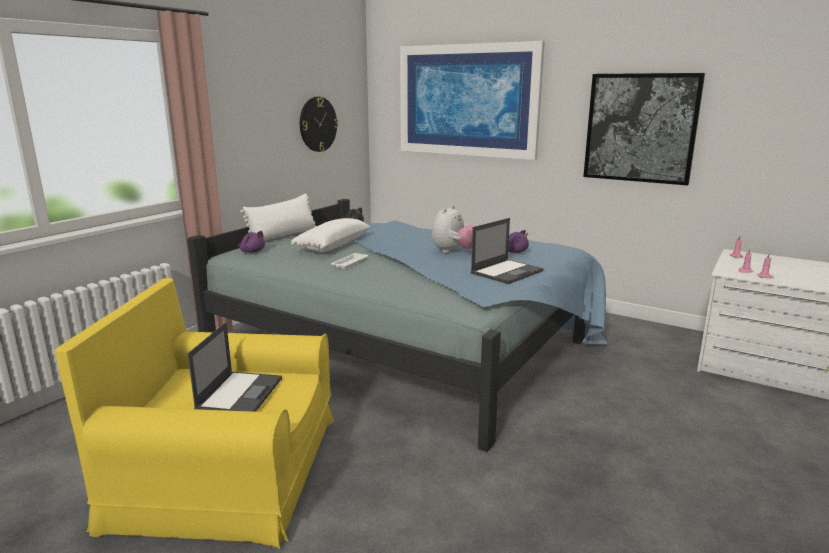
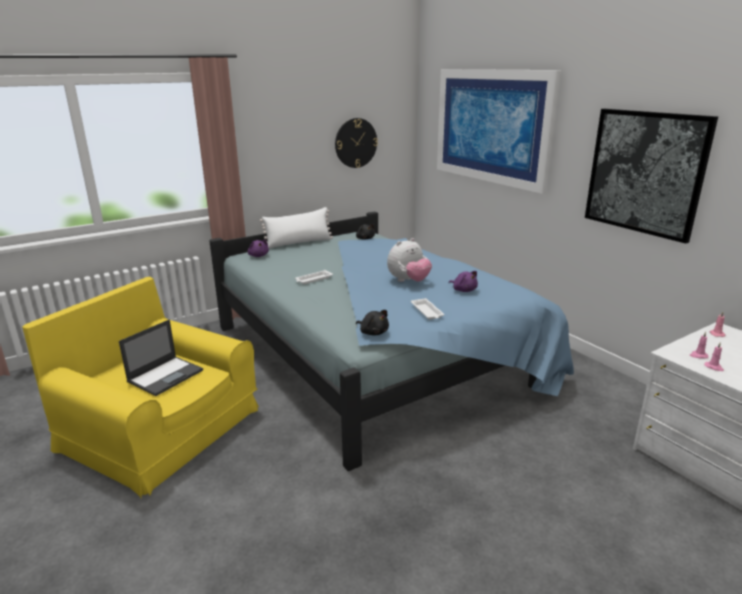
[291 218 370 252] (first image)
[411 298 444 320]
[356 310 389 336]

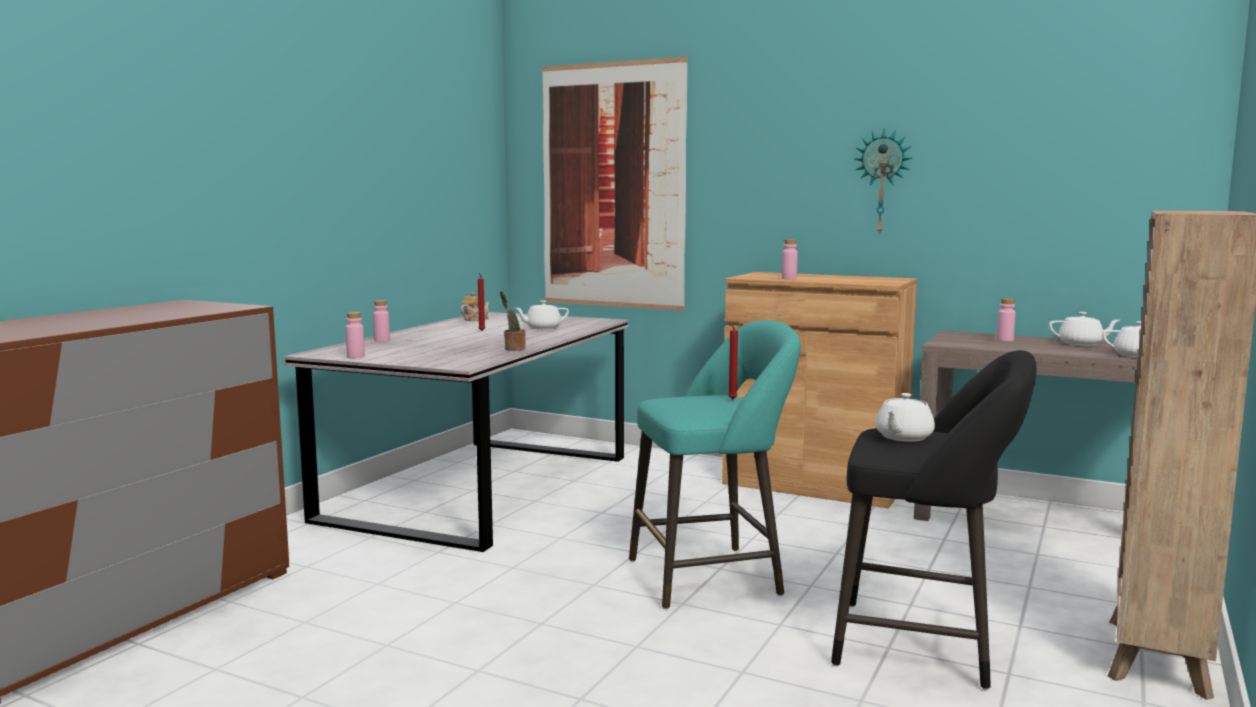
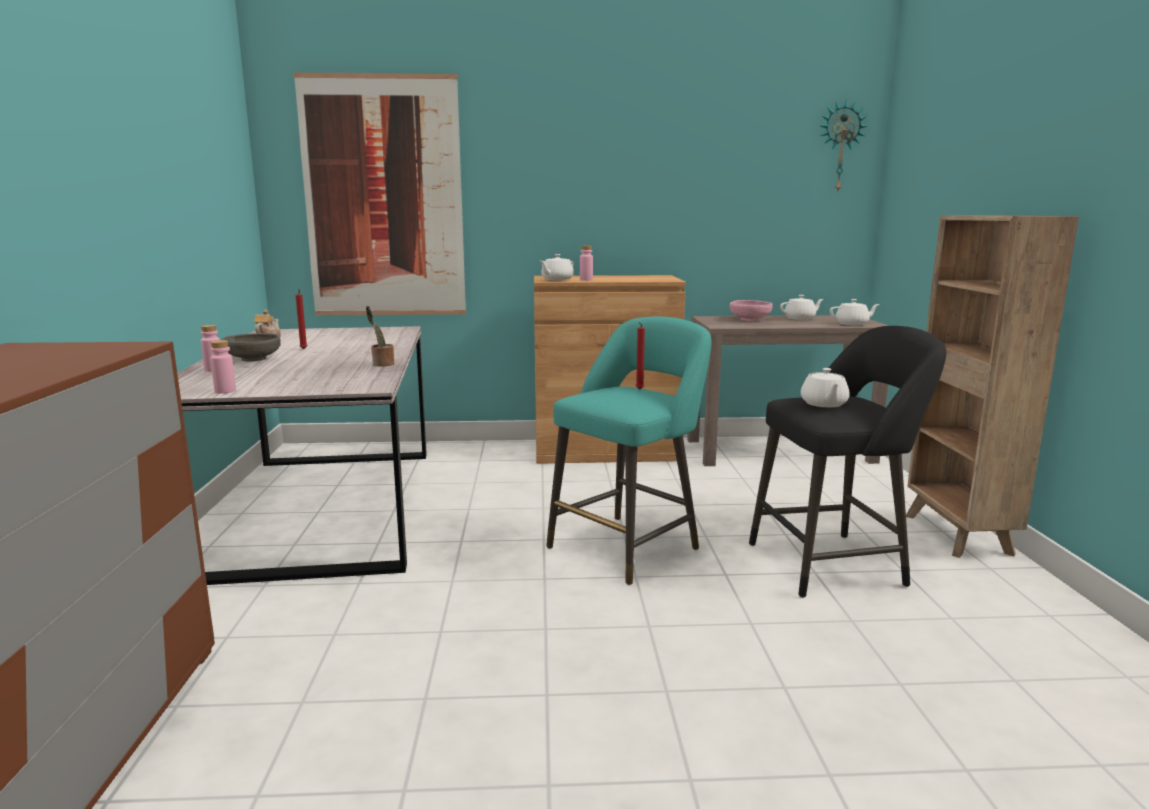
[540 254 574 280]
[820 100 867 191]
[729 300 773 321]
[222 333 281 362]

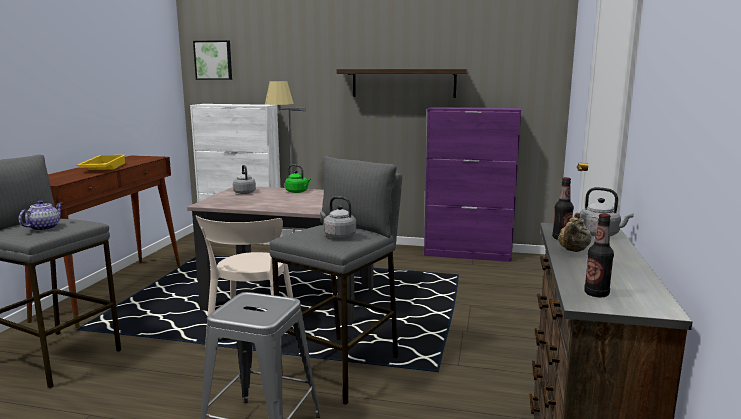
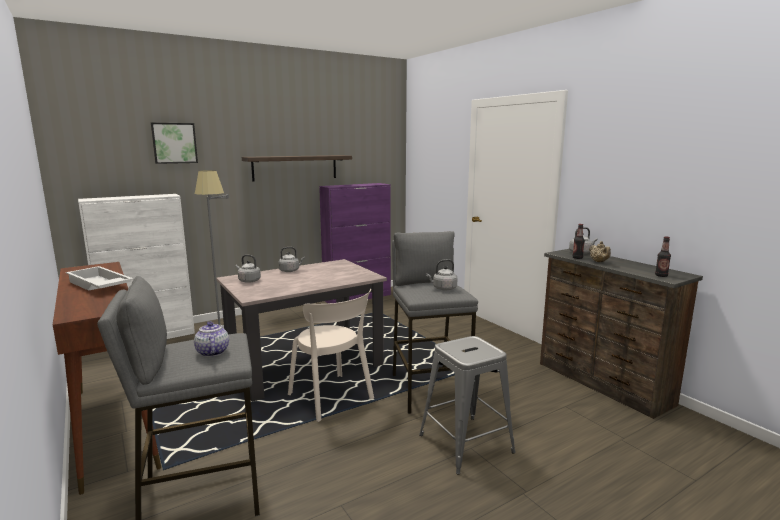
[66 266 133 291]
[151 122 198 164]
[279 247 305 272]

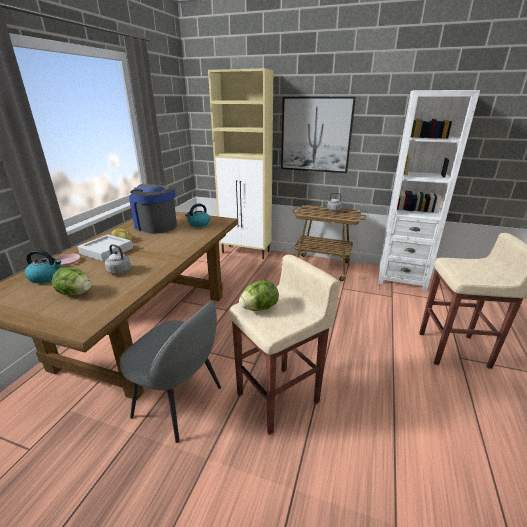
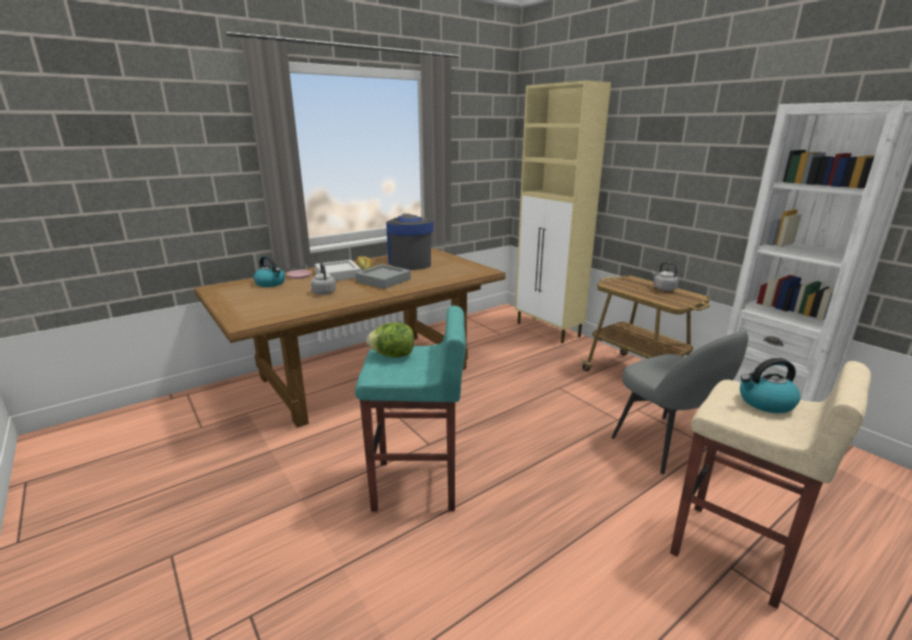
[52 267 91 296] (first image)
[611 331 748 474]
[740 358 800 413]
[355 306 466 512]
[281 97 356 173] (first image)
[355 264 411 289]

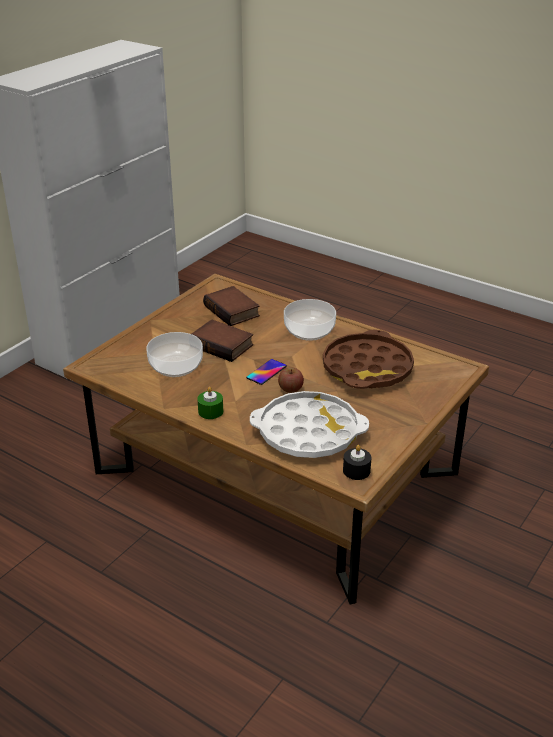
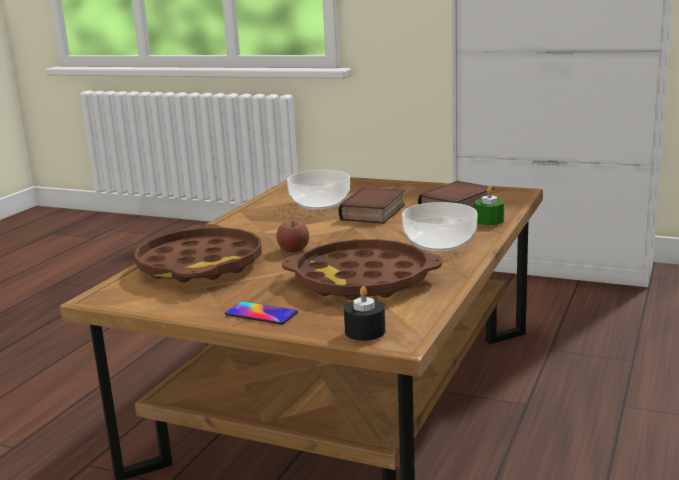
[474 186 504 225]
[225 301 298 324]
[134 224 262 283]
[344 286 385 341]

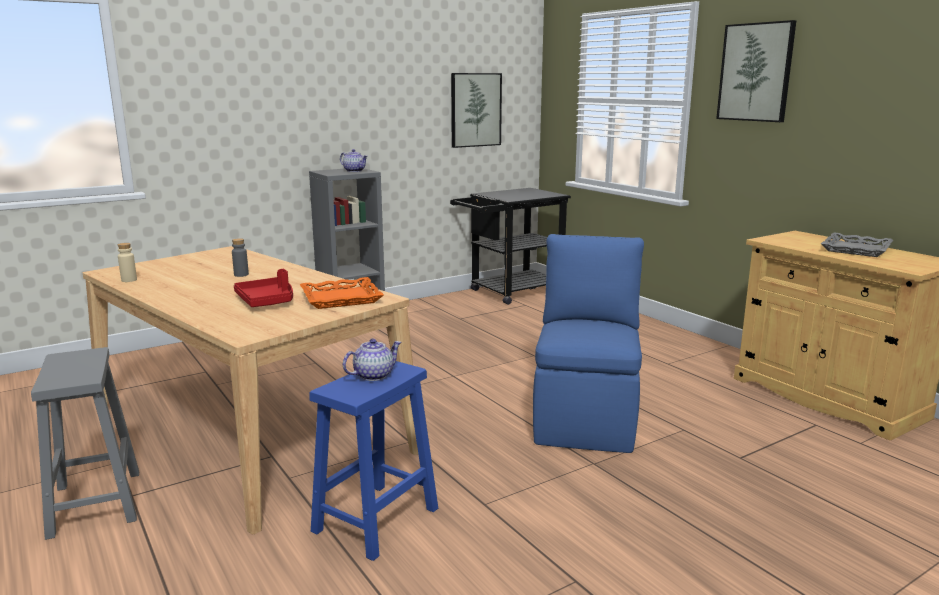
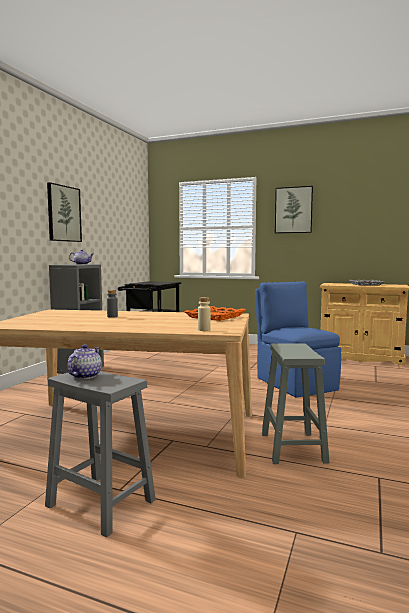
[198 297 211 331]
[234 269 293 307] (first image)
[262 343 330 464]
[67 345 102 379]
[47 182 82 242]

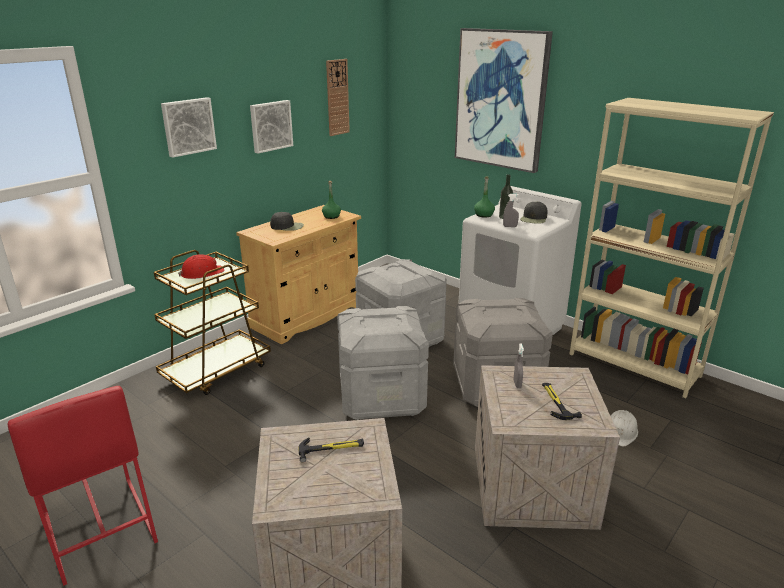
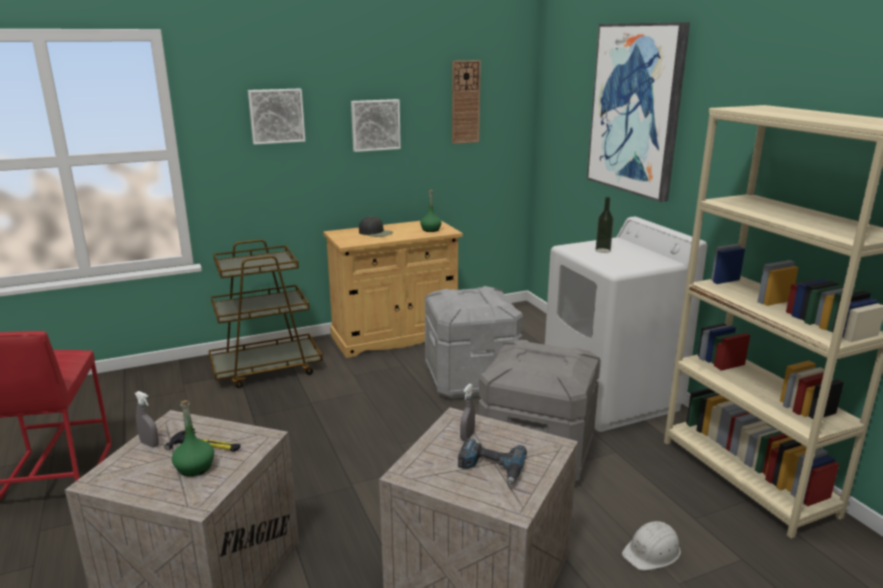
[178 254 225 279] (first image)
[337 306 429 420] (first image)
[172 400 214 477]
[134 391 159 447]
[520 201 548 224] (first image)
[458 438 527 485]

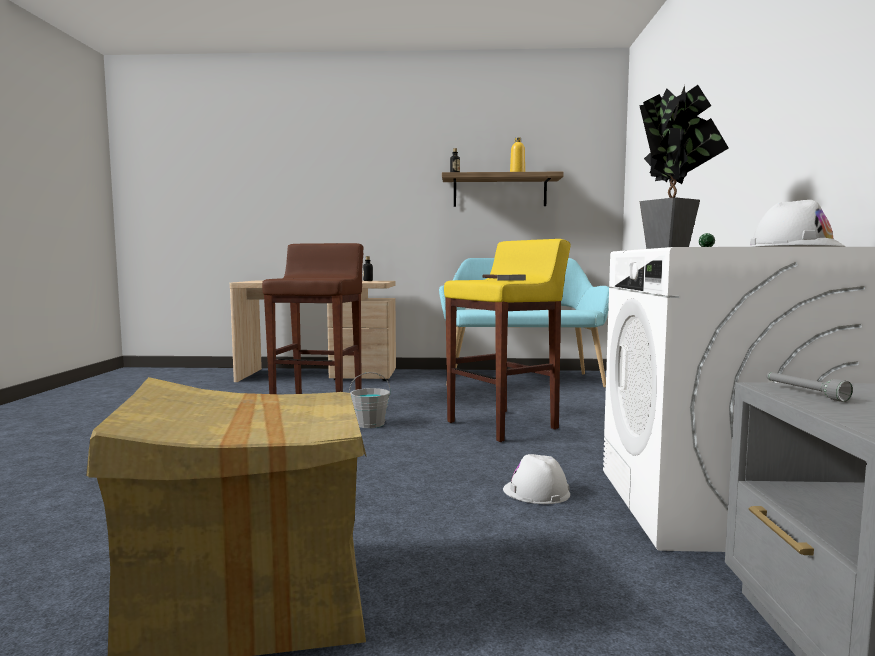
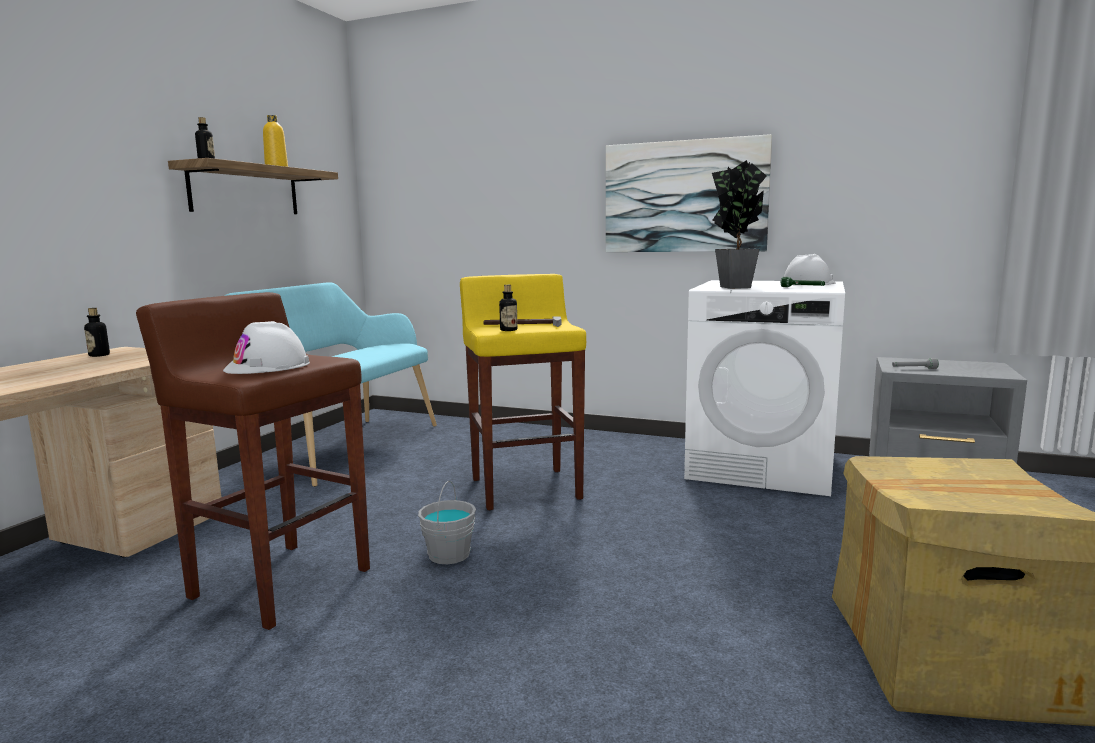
[223 321 310 374]
[499 285 518 331]
[606 134 772 252]

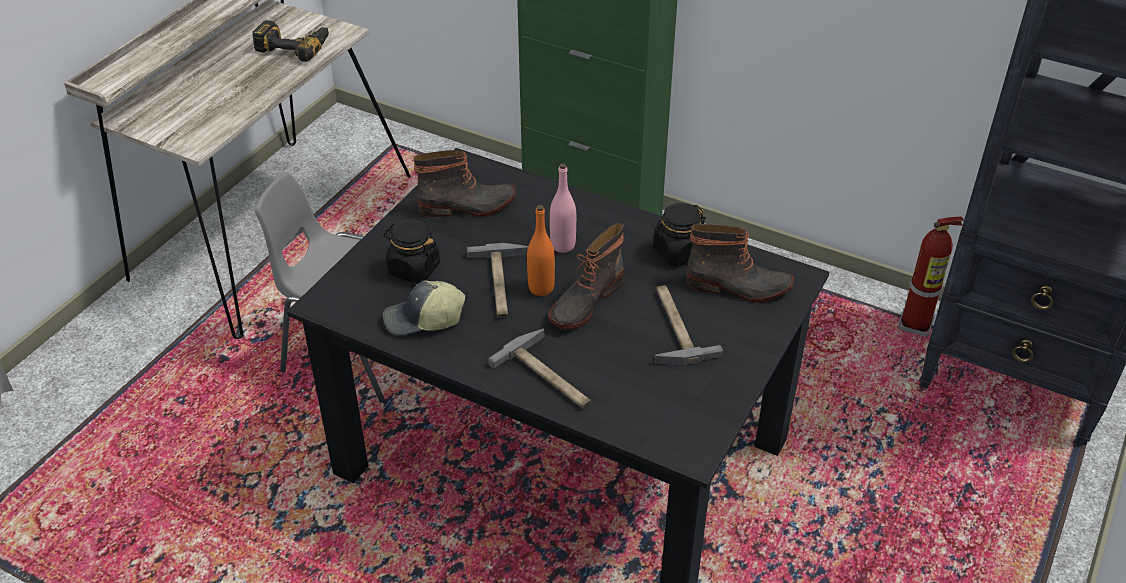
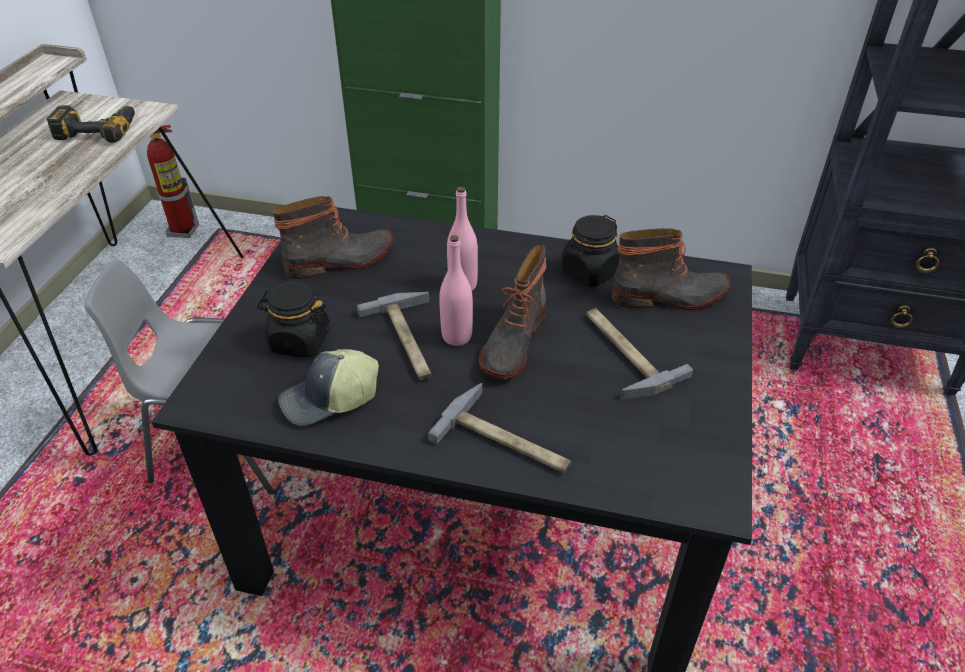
[439 235 473 346]
[147 125 199 238]

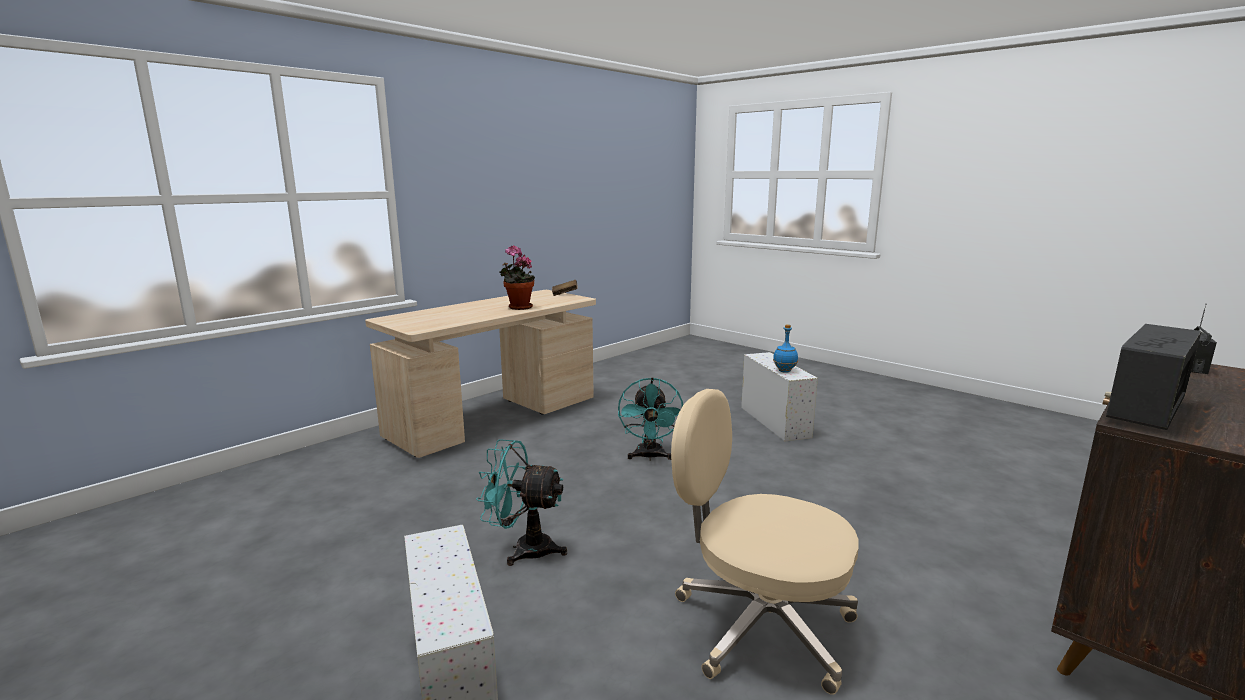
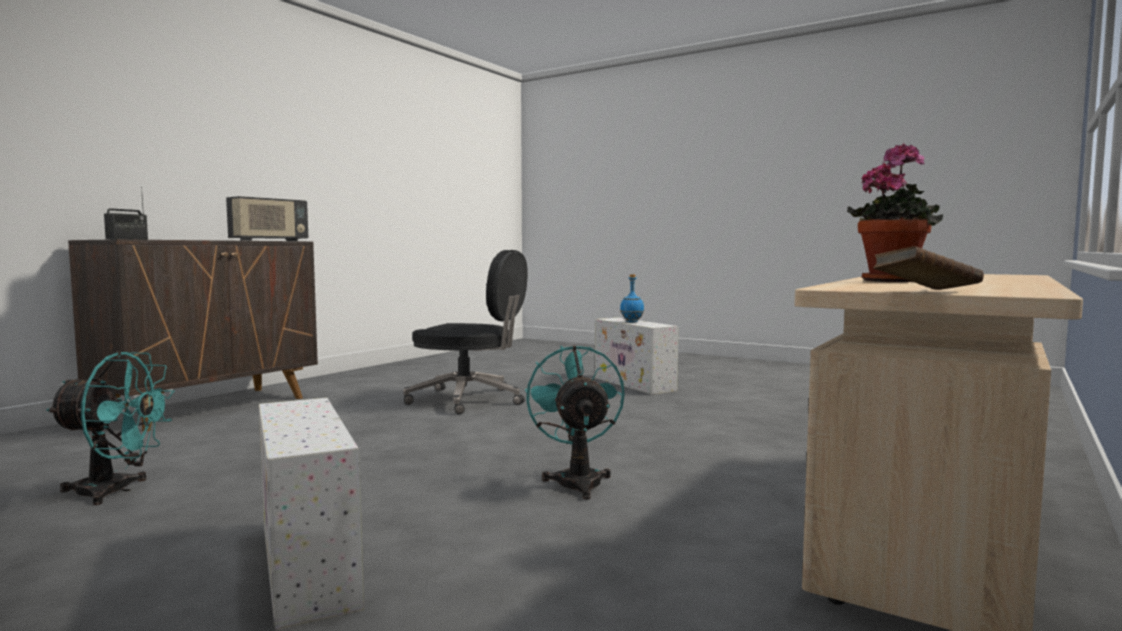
[46 351 175 505]
[403 250 528 414]
[620 274 644 323]

